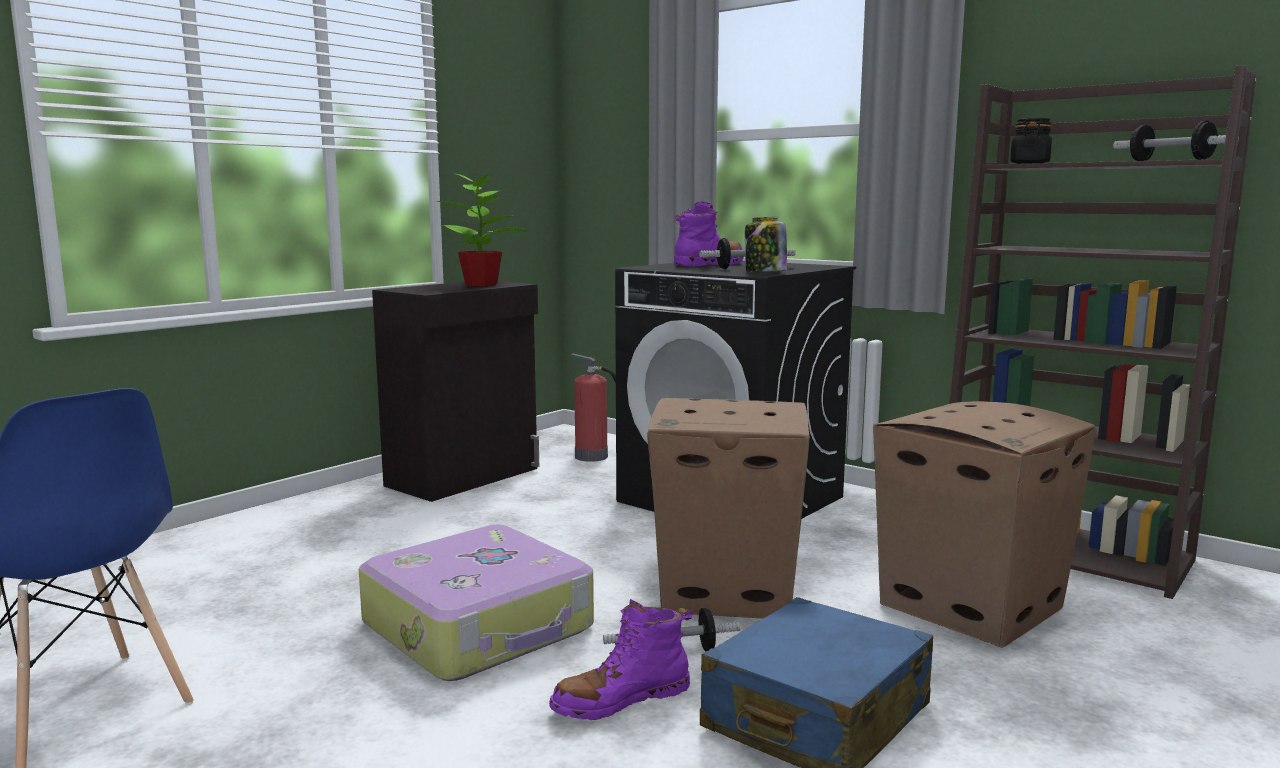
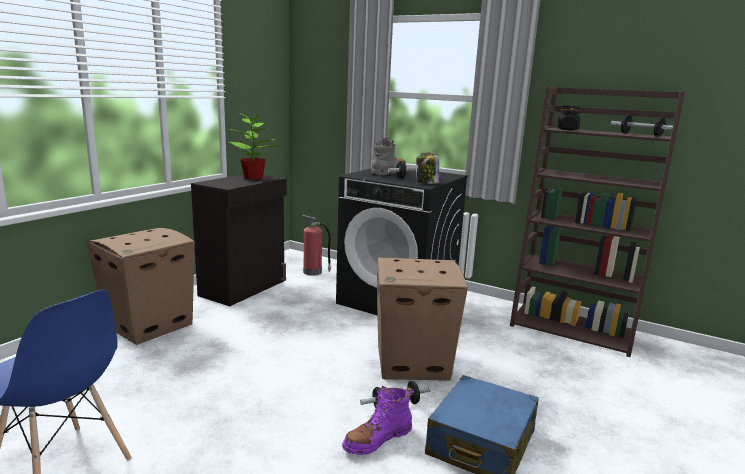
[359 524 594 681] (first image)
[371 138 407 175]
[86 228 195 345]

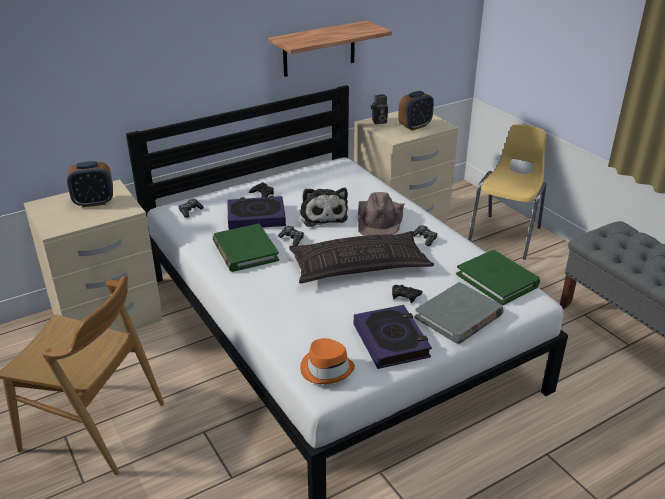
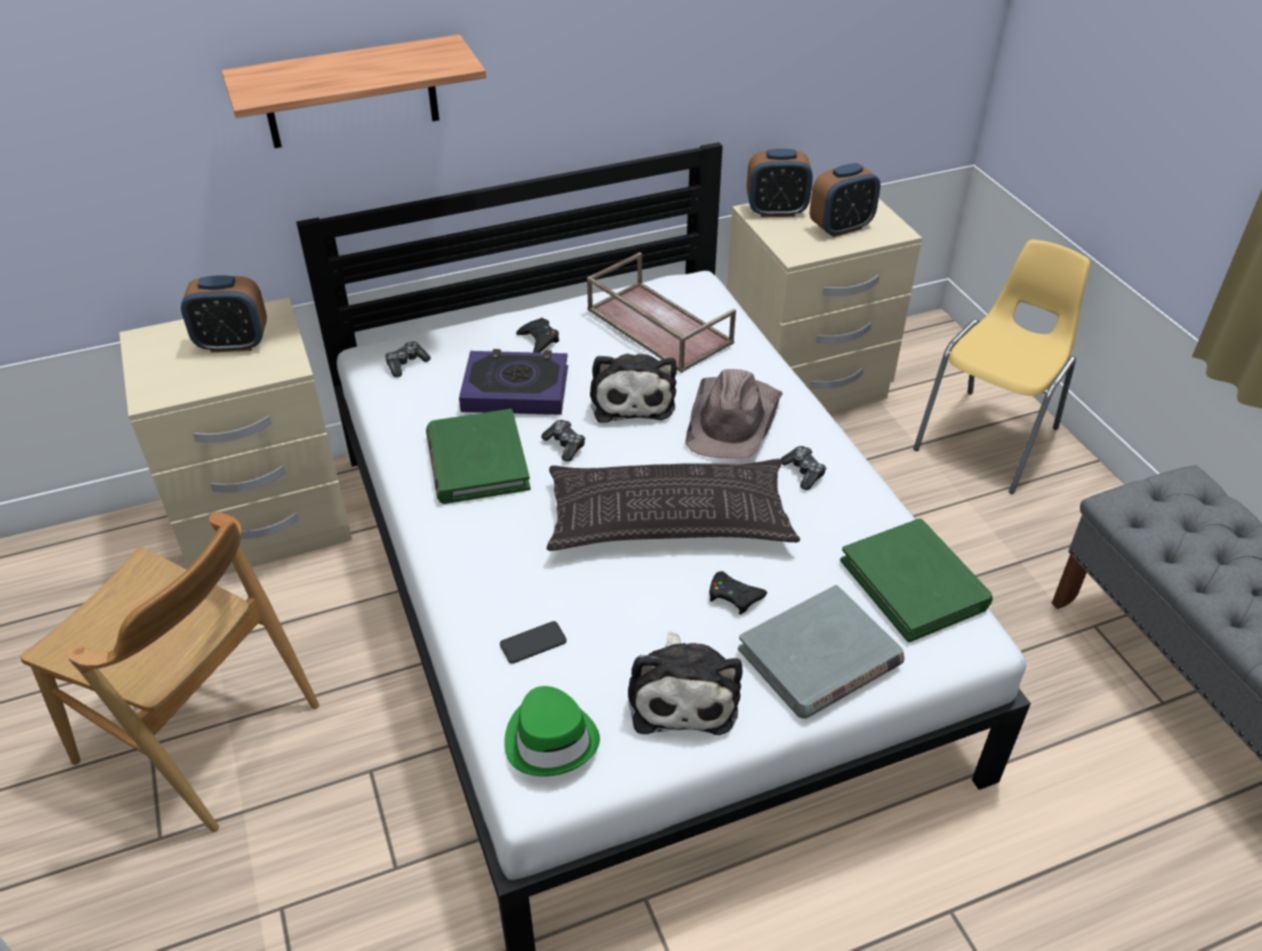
[221 34 486 148]
[504 686 600 776]
[628 631 743 735]
[747 149 813 217]
[500 621 567 664]
[587 252 736 373]

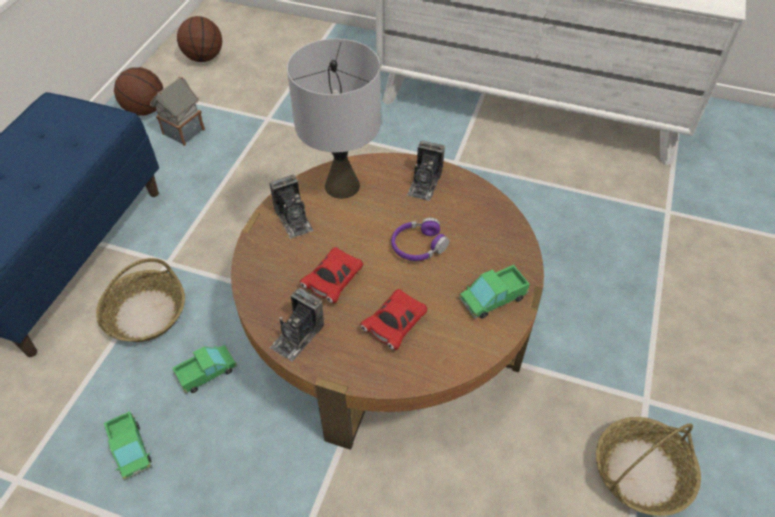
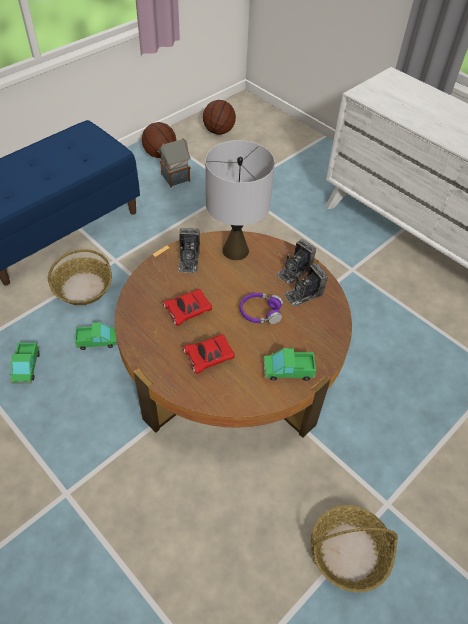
[284 263 328 307]

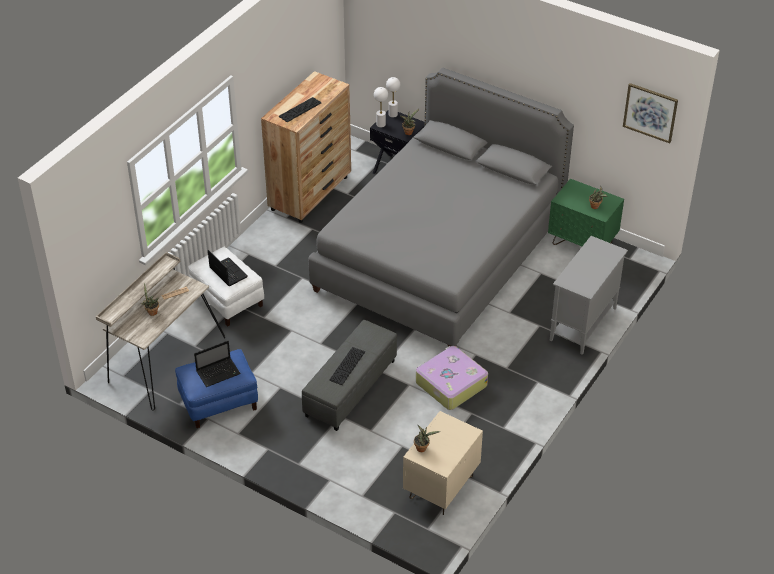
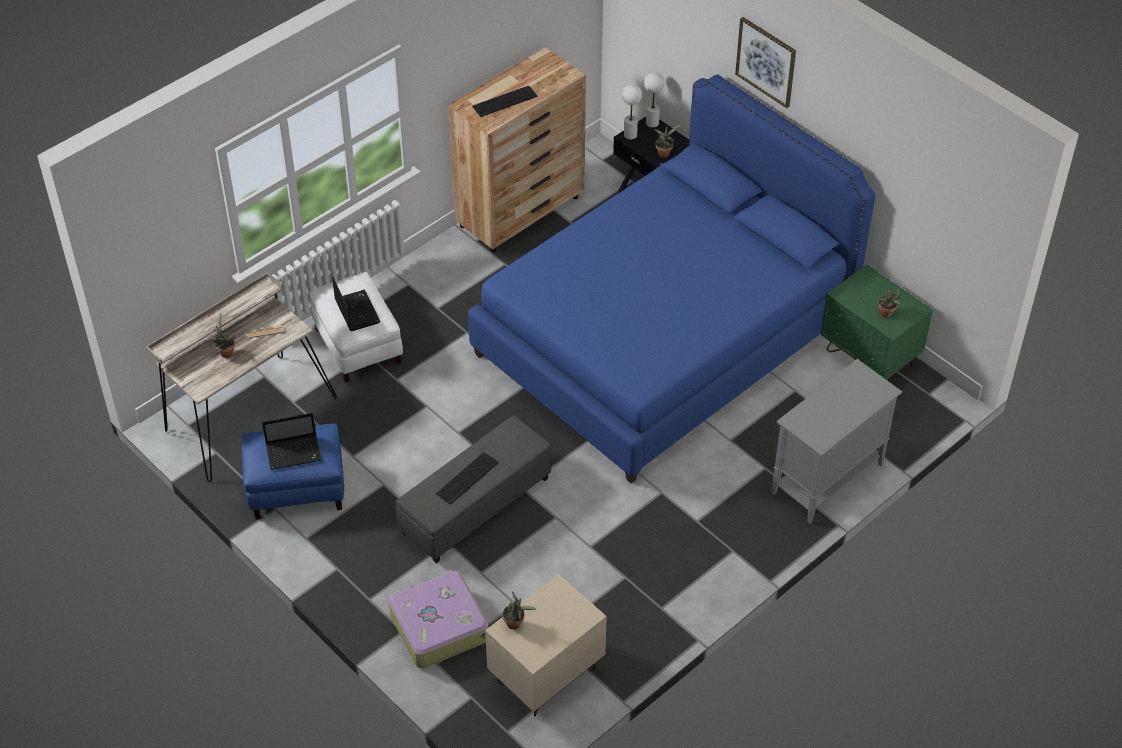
[468 74 876 483]
[388 570 488 668]
[735 17 796 108]

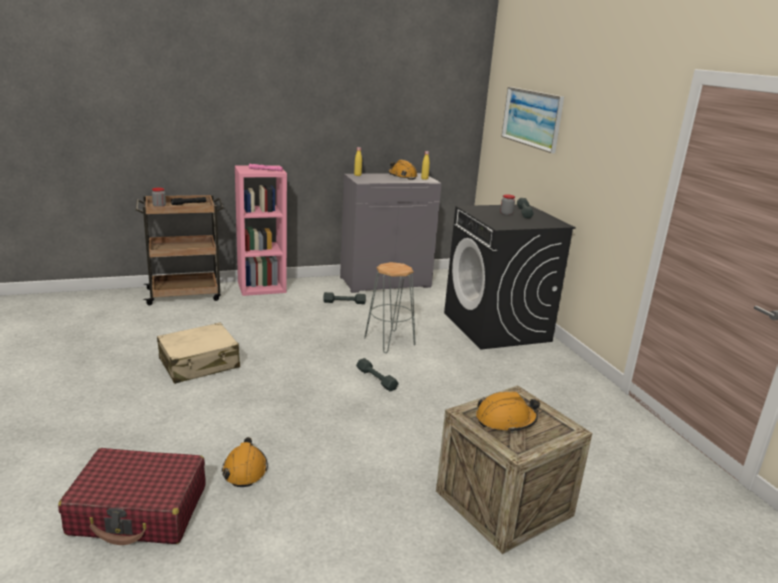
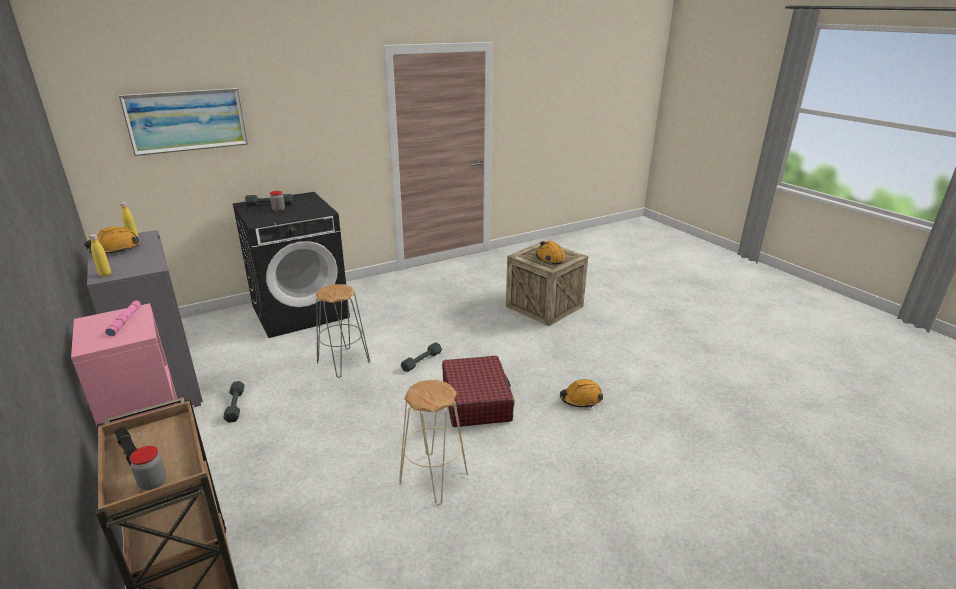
[442 356 515 427]
[399 380 468 505]

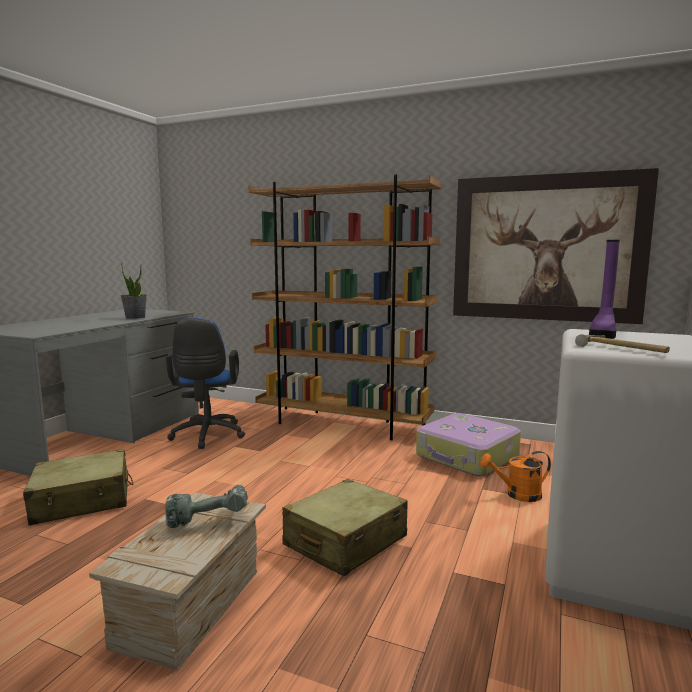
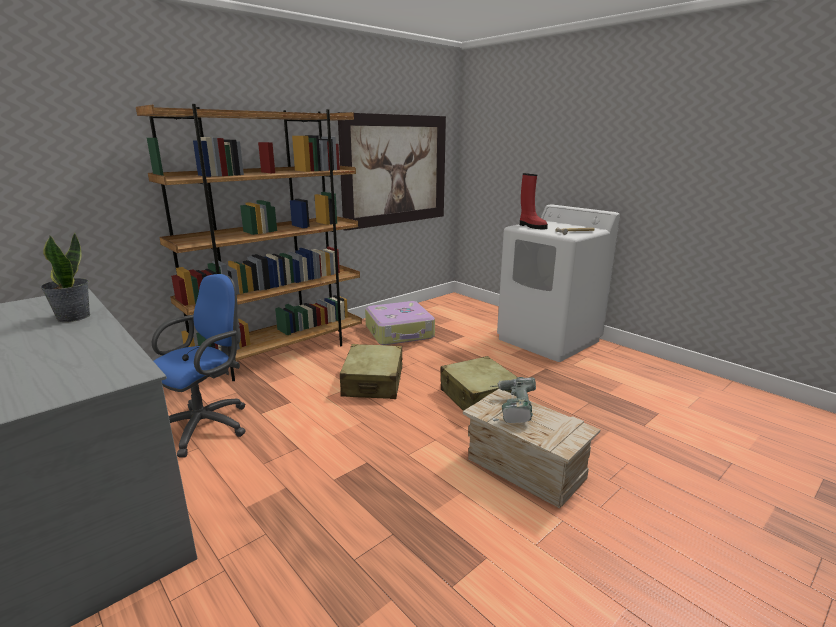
[340 344 403 399]
[152 274 246 458]
[480 451 551 502] (first image)
[520 173 548 230]

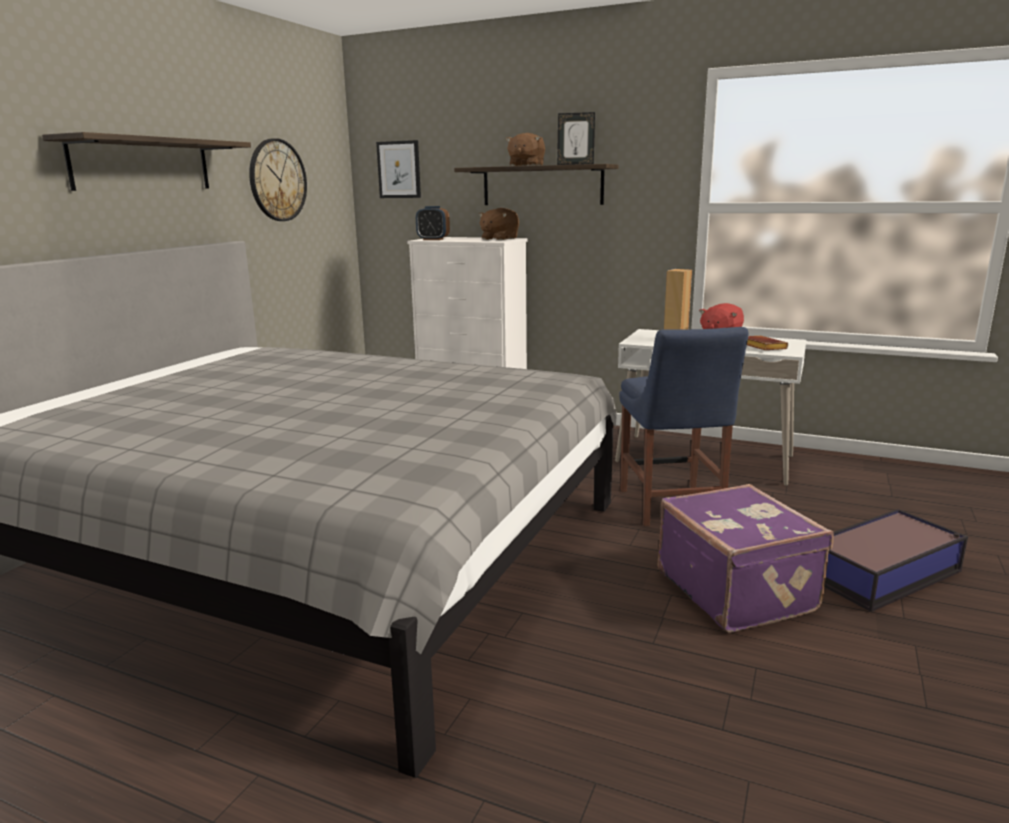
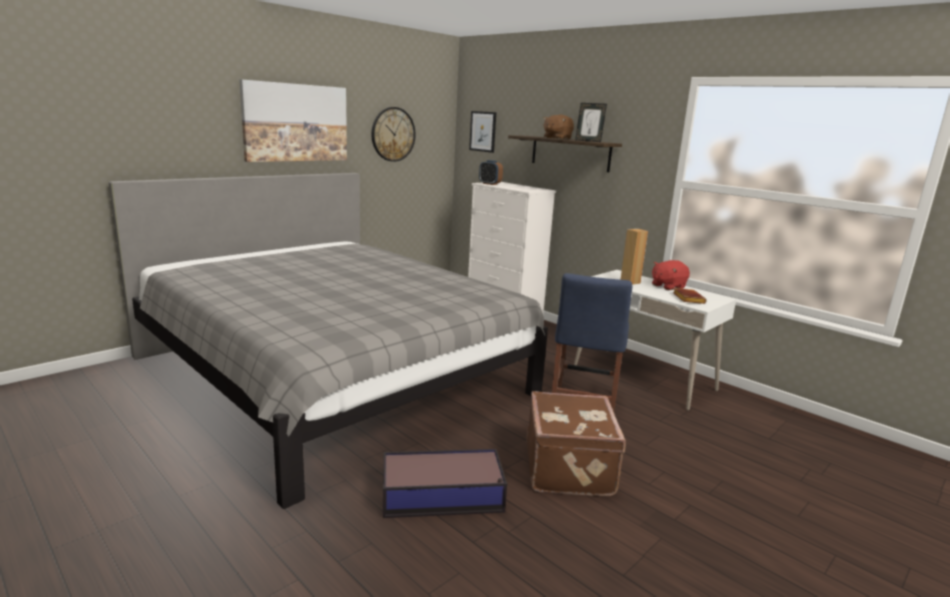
[240 79 347 162]
[478 208 519 240] (first image)
[527 391 626 496]
[383 449 507 518]

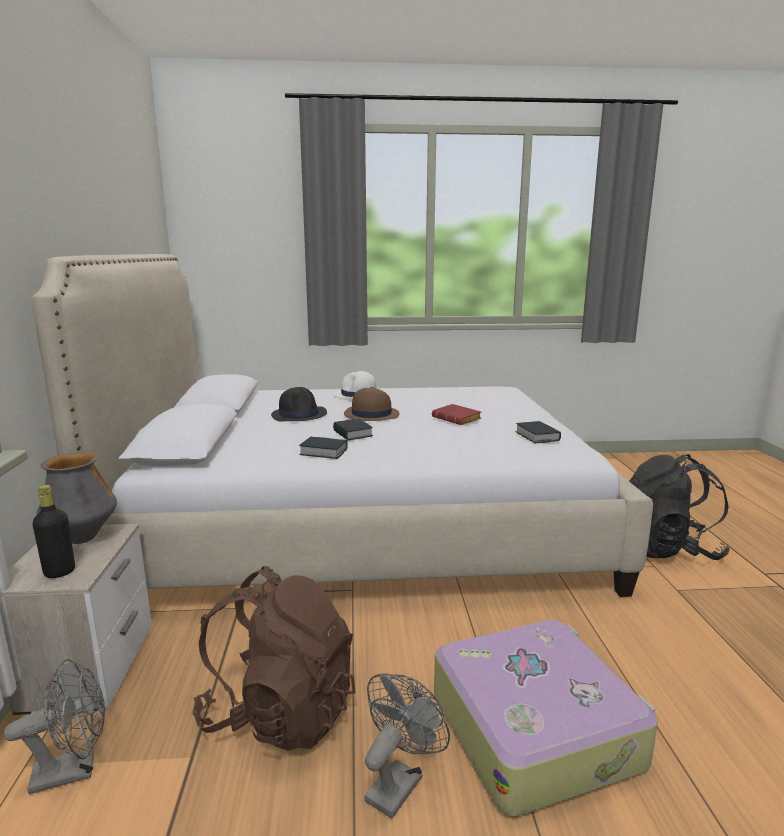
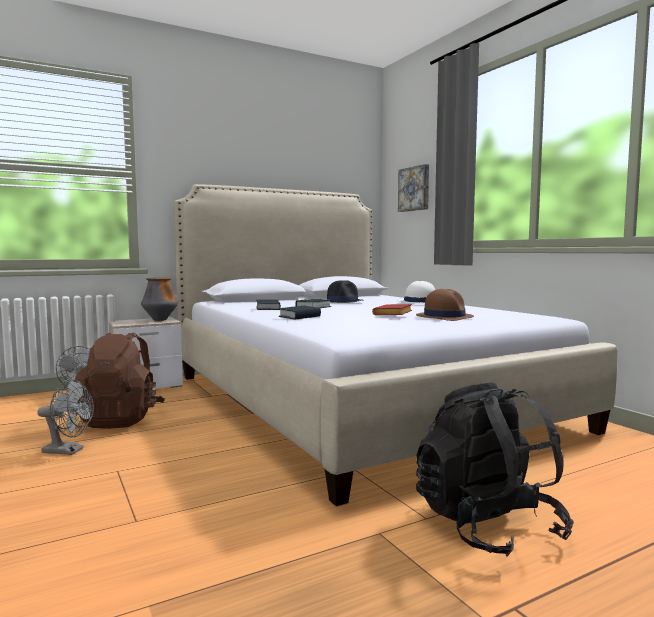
[32 485 75 578] (first image)
[416 289 474 321]
[434 620 658 817] (first image)
[278 306 321 320]
[398 164 429 212]

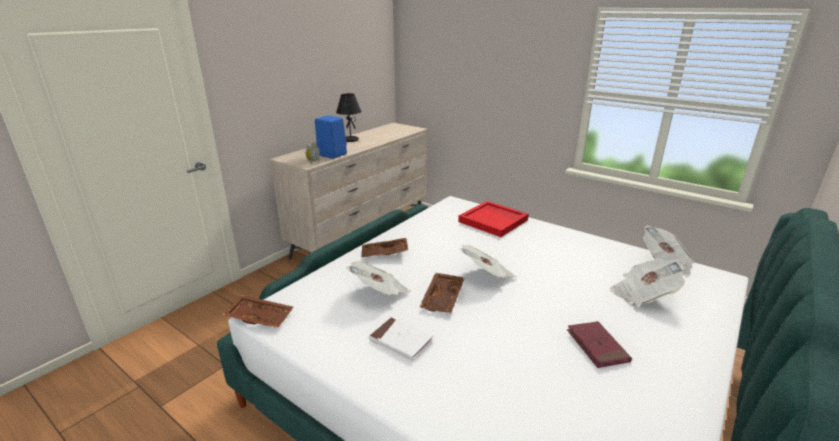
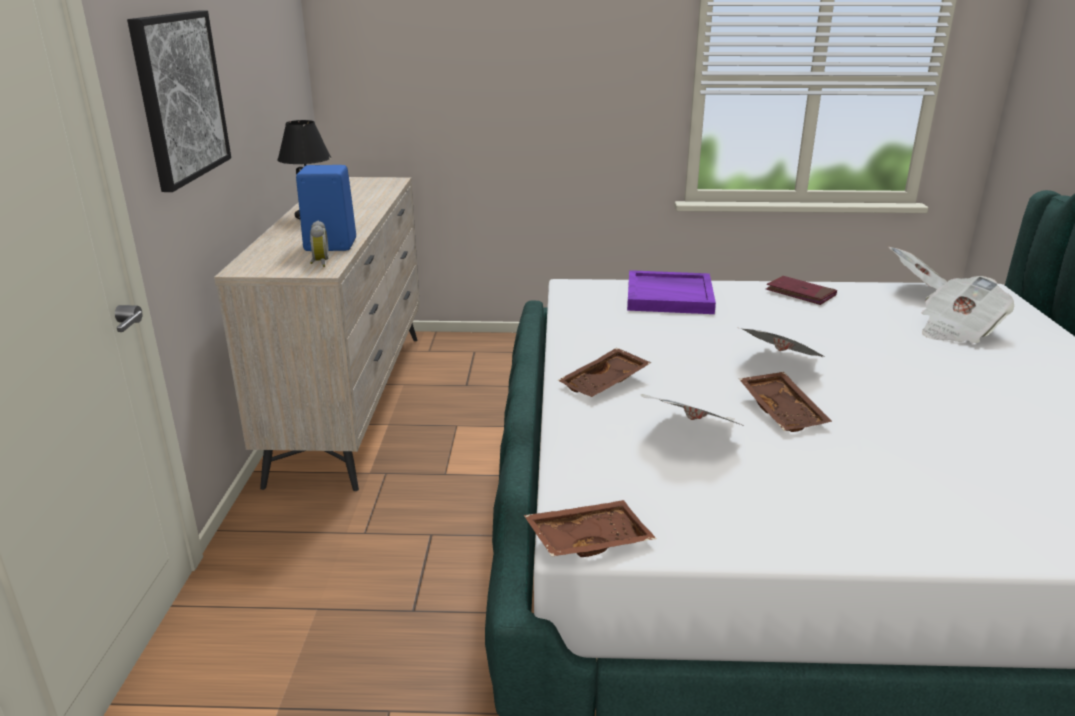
[369 317 434 361] (first image)
[627 270 716 314]
[766 276 837 305]
[127 11 231 192]

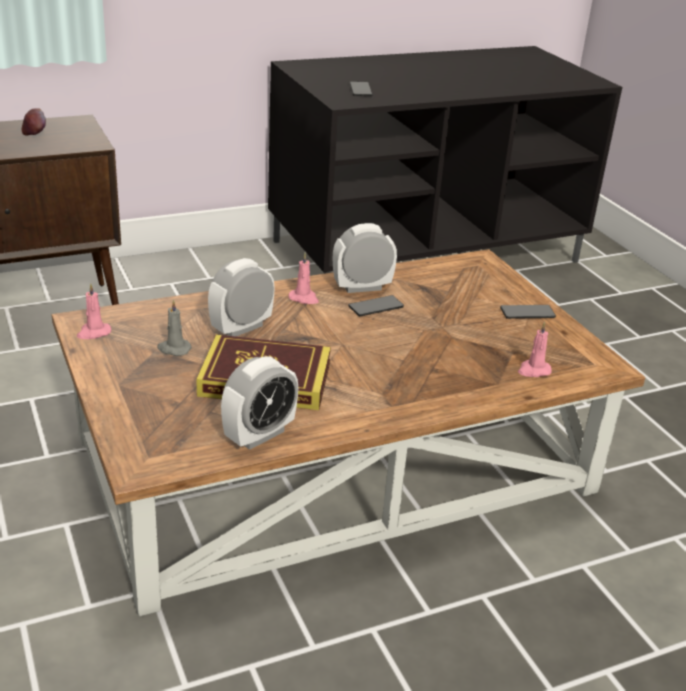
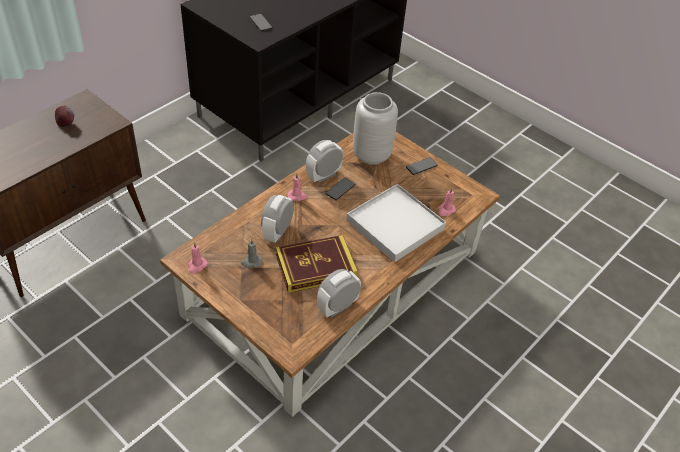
[317 269 361 318]
[346 184 446 262]
[353 92 398 165]

